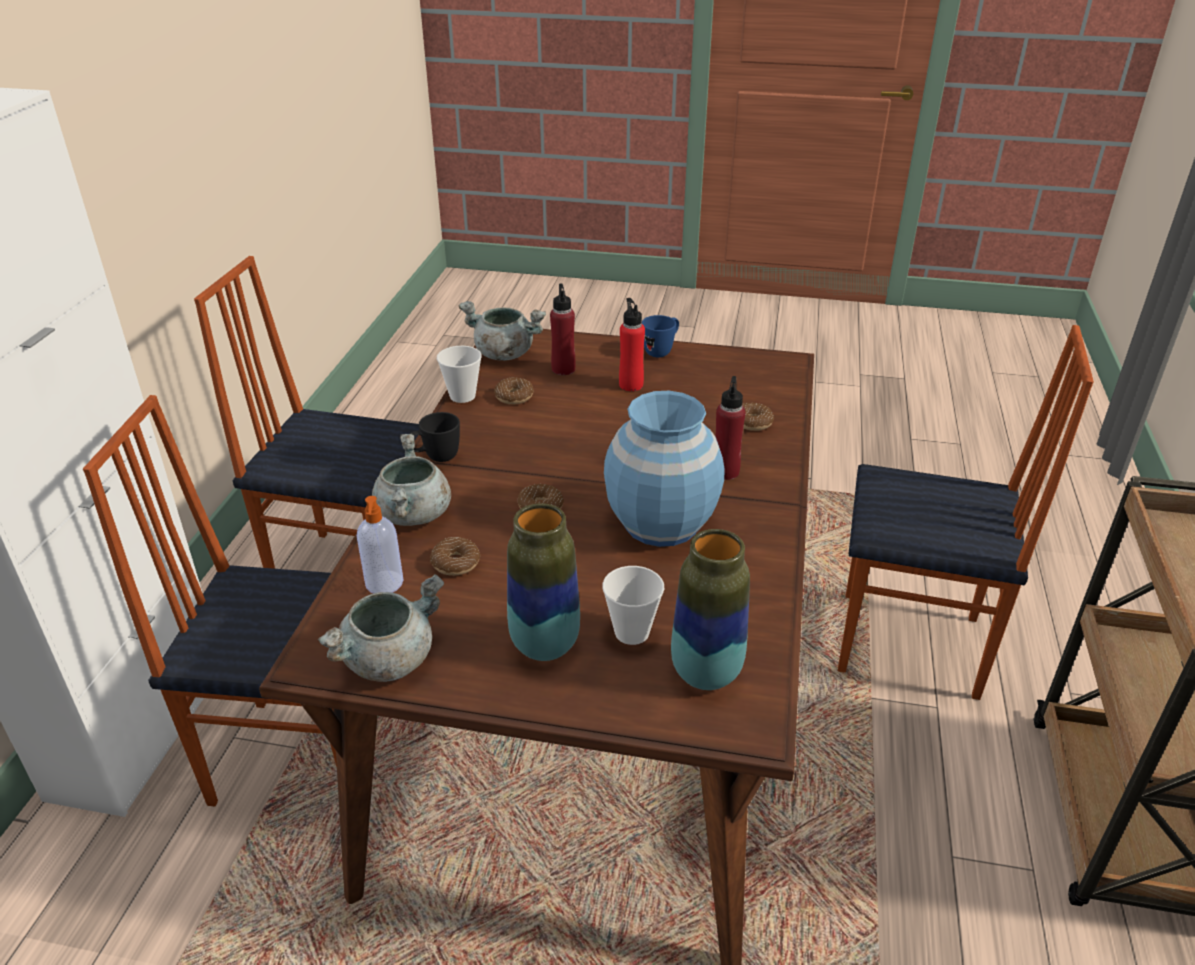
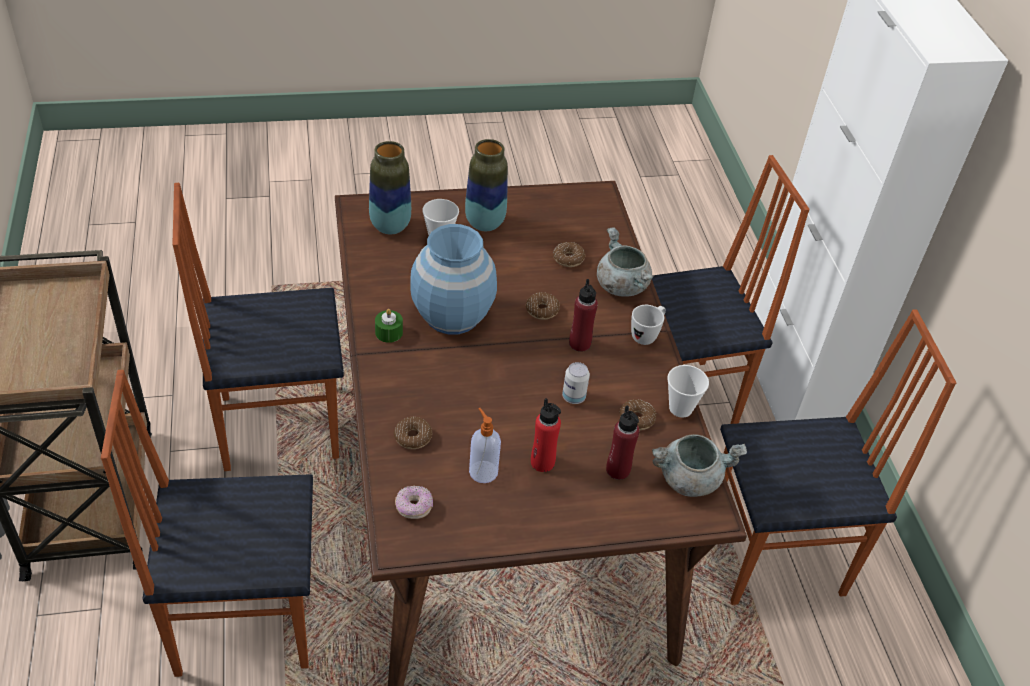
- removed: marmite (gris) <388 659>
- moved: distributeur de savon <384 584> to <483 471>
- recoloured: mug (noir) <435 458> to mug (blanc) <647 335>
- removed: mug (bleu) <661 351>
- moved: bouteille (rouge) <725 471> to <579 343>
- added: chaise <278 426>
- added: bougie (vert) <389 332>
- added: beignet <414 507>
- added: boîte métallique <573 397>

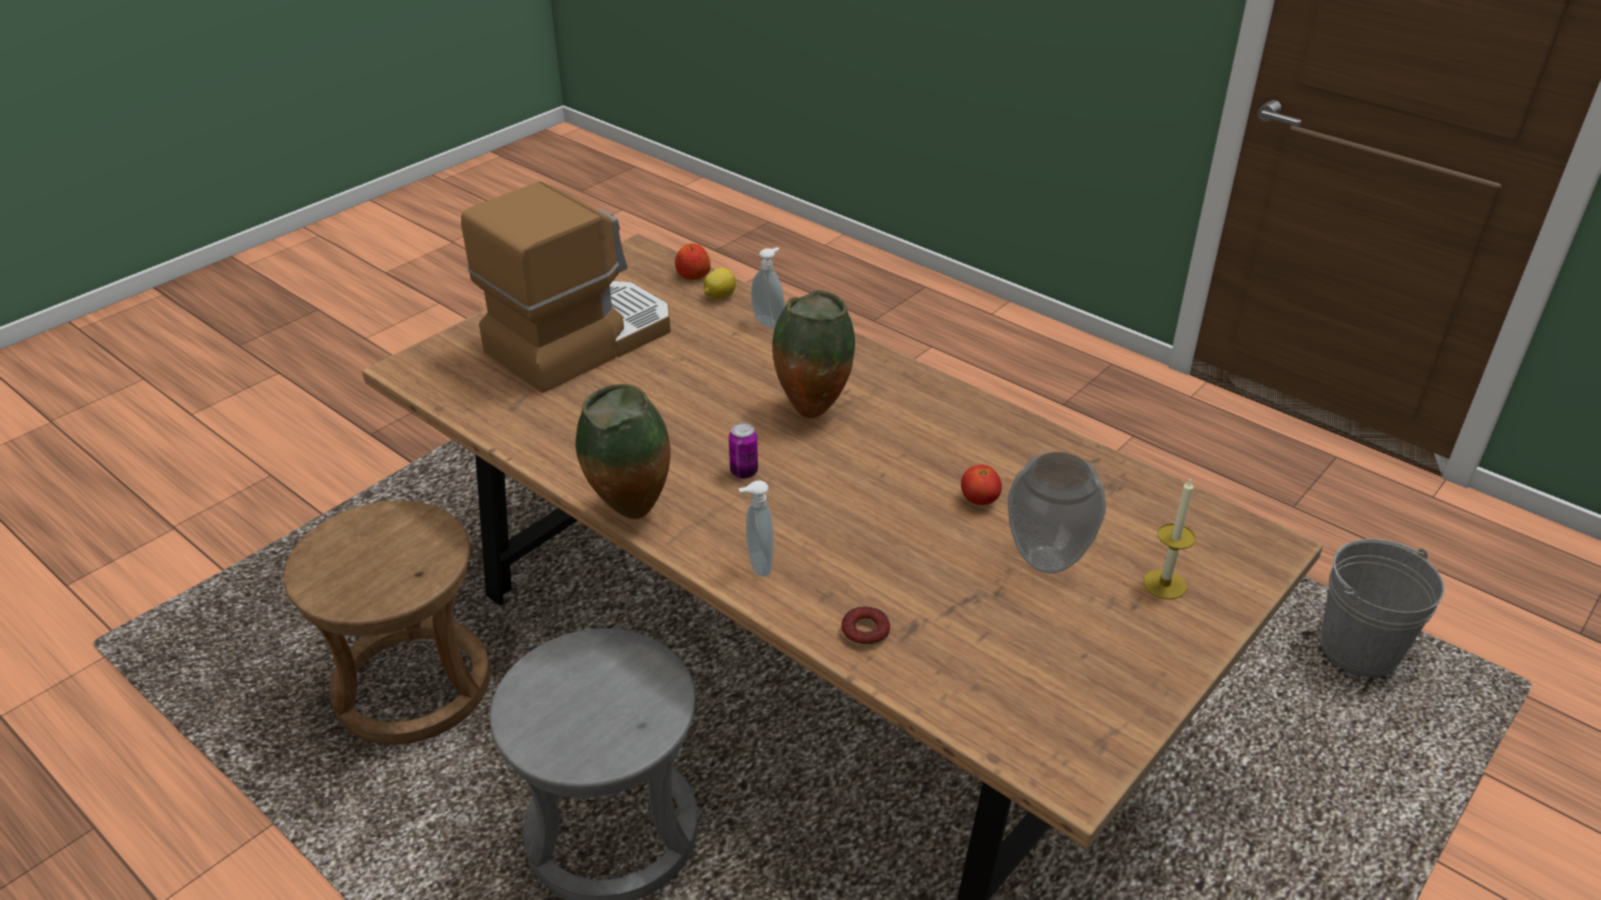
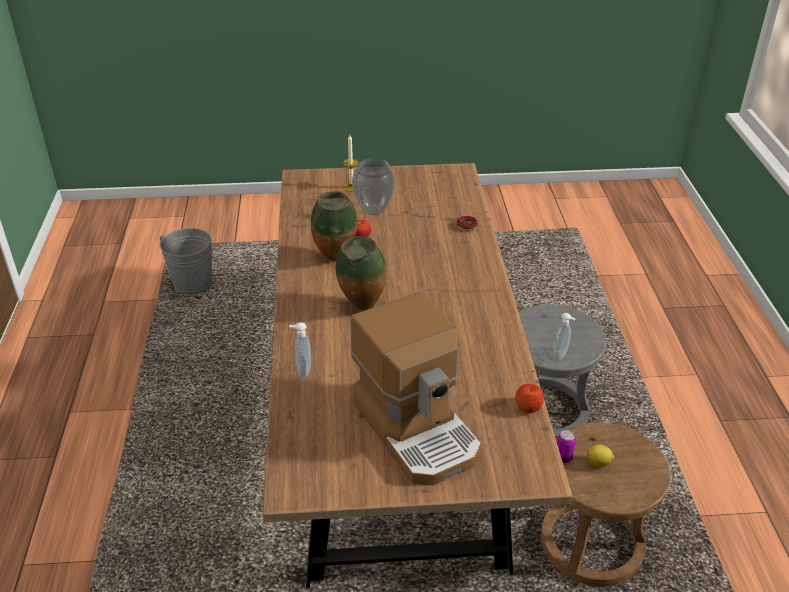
- turned: machine à café <579 340> = <418 429> 120 degrees counterclockwise
- moved: vase <630 514> to <336 258>
- moved: pomme <693 275> to <528 406>
- moved: citron <719 296> to <599 463>
- moved: boîte métallique <744 472> to <563 458>
- moved: distributeur de savon <757 565> to <561 355>

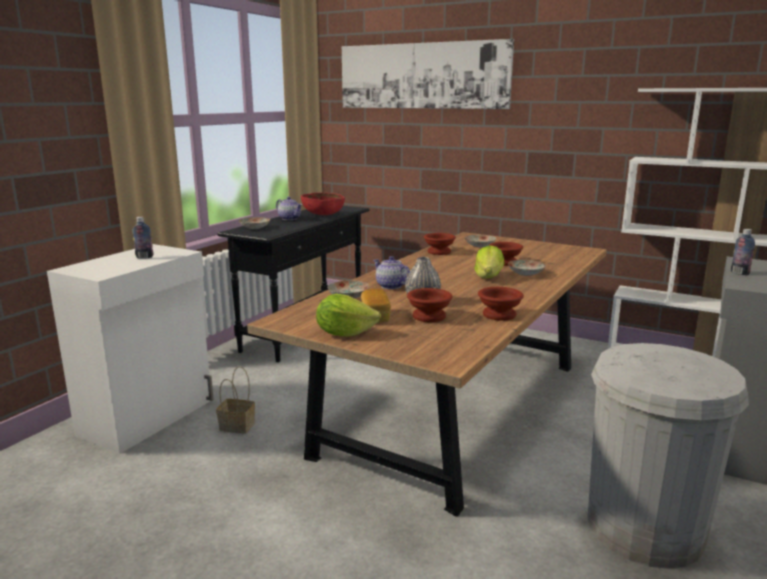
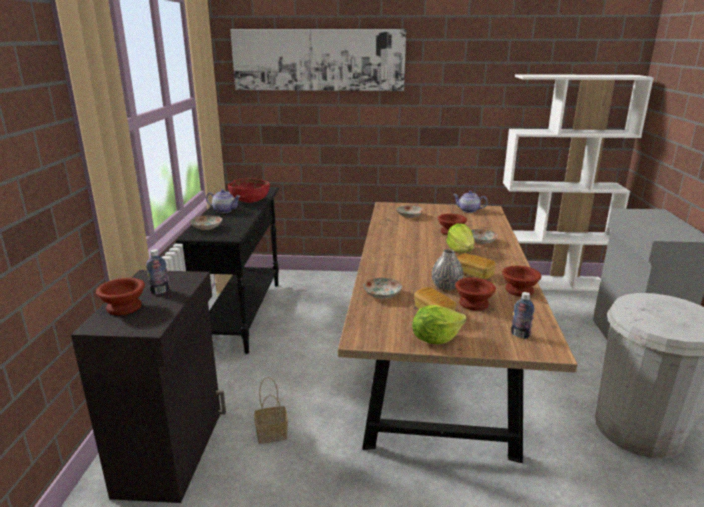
- recoloured: meuble de rangement (blanc) <149 417> to meuble de rangement (noir) <173 450>
- moved: théière <390 286> to <468 210>
- moved: bol (marron) <438 252> to <123 308>
- moved: bouteille <739 273> to <520 335>
- added: pain <474 274>

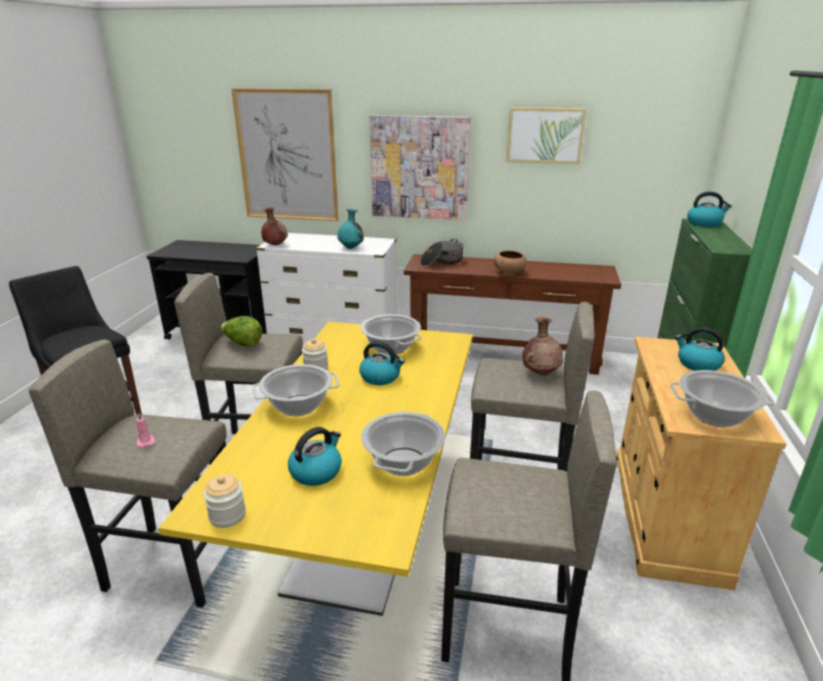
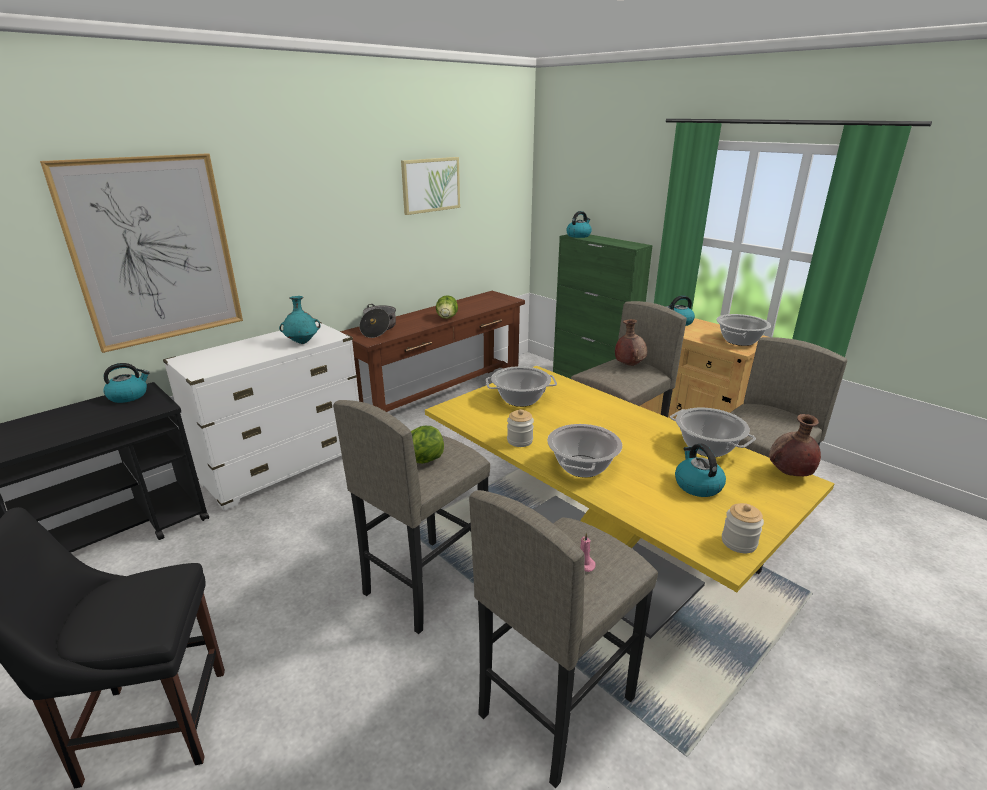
- moved: vase (marron) <275 245> to <789 474>
- moved: bouilloire <381 377> to <129 396>
- removed: tableau <420 168>
- replaced: bol (marron) <509 272> to laitue <447 318>

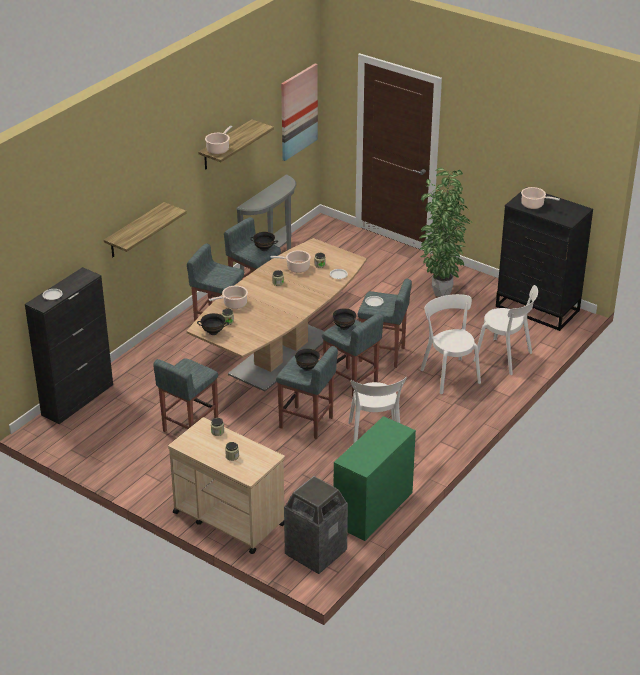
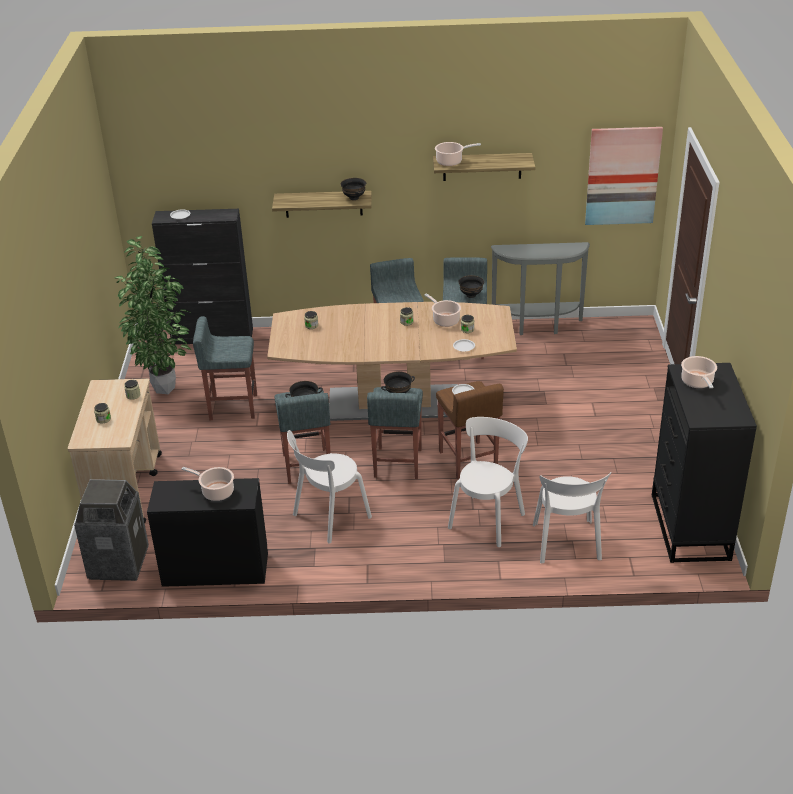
- moved: bol (noir) <213 332> to <354 198>
- moved: marmite <233 304> to <216 492>
- recoloured: commode (vert) <372 509> to commode (noir) <215 568>
- recoloured: tabouret (gris) <382 355> to tabouret (marron) <468 460>
- moved: plante en pot <440 291> to <166 387>

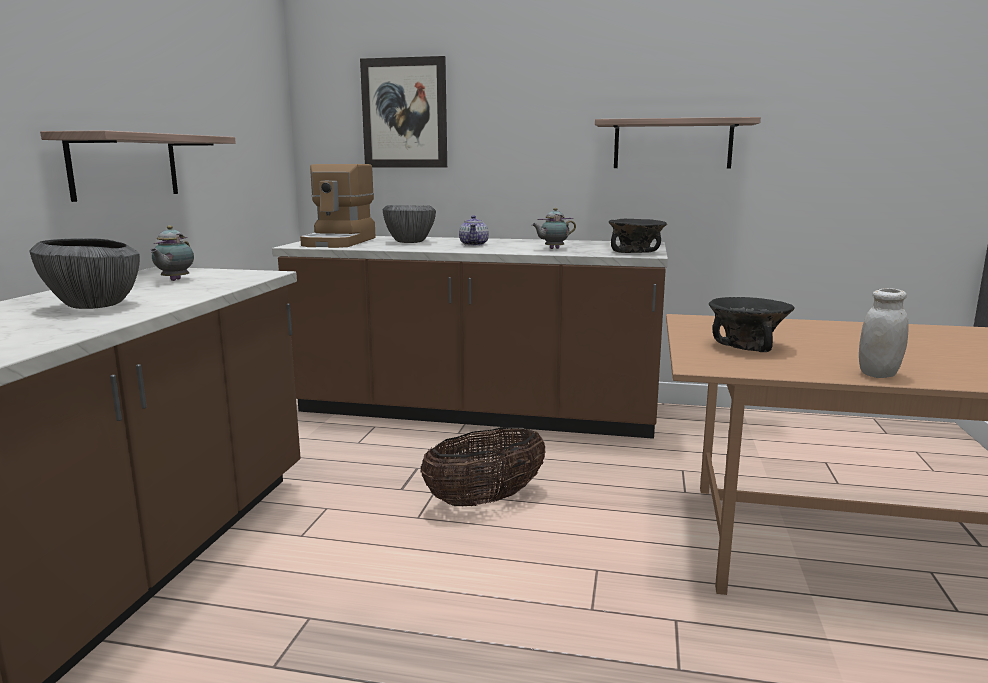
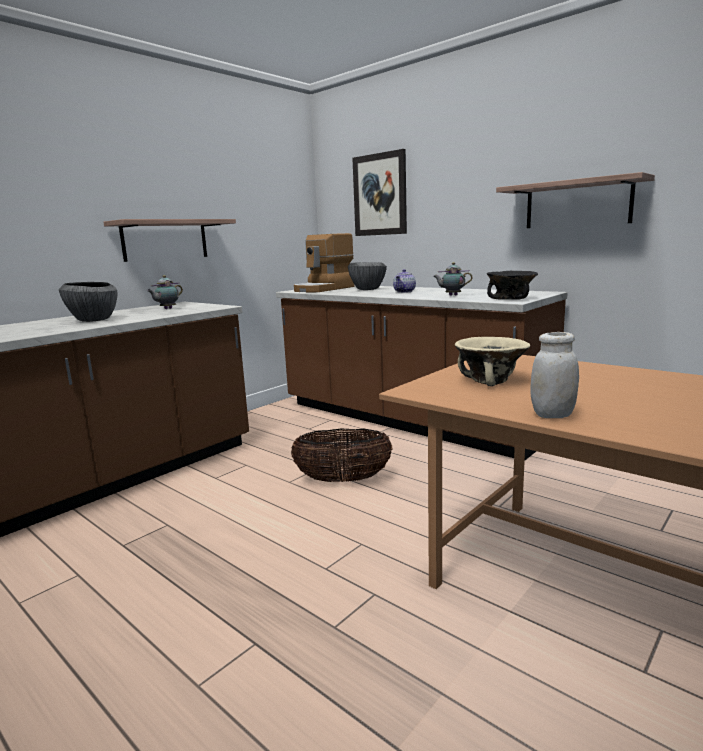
- recoloured: bol (noir) <747 346> to bol (beige) <491 380>

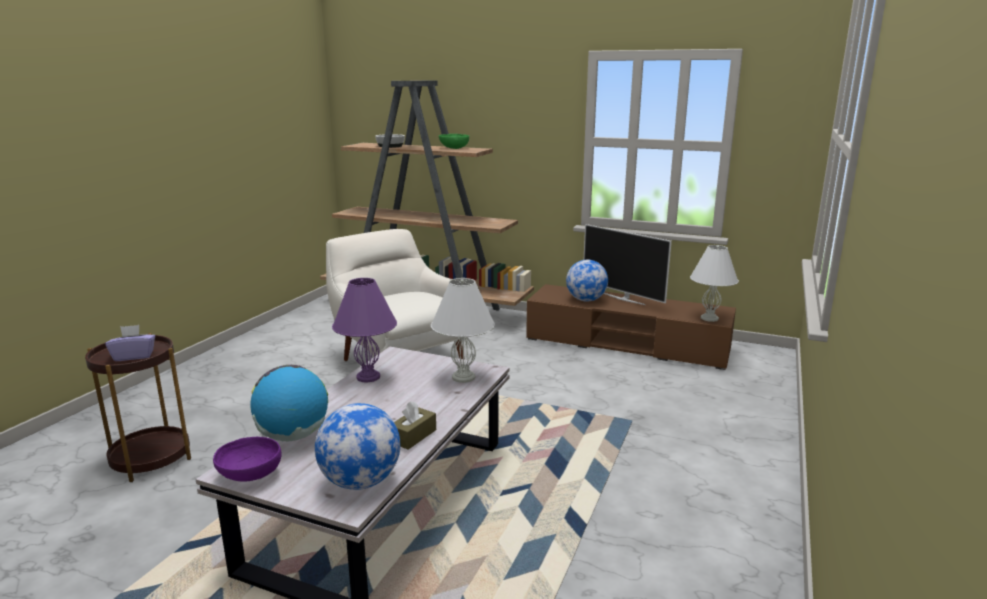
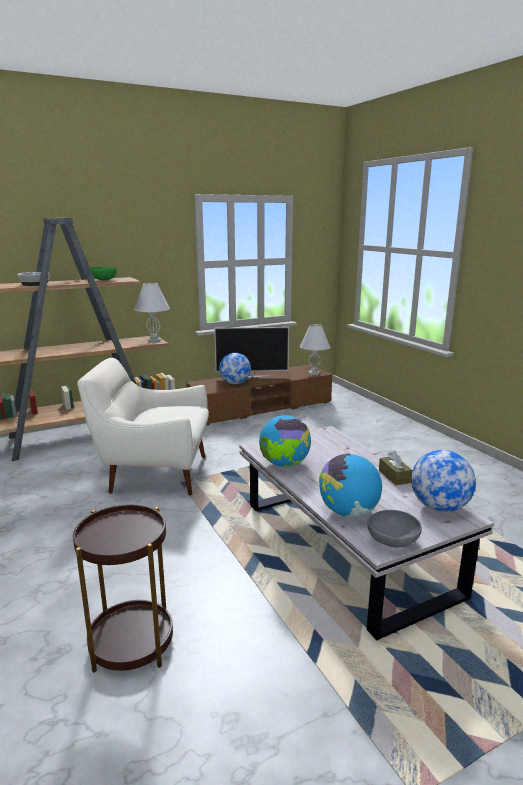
- removed: boîte à mouchoirs (violet) <134 356>
- recoloured: bol (violet) <249 475> to bol (gris) <393 542>
- replaced: lampe de table (violet) <369 377> to globe <284 465>
- moved: lampe de table (blanc) <464 377> to <154 340>

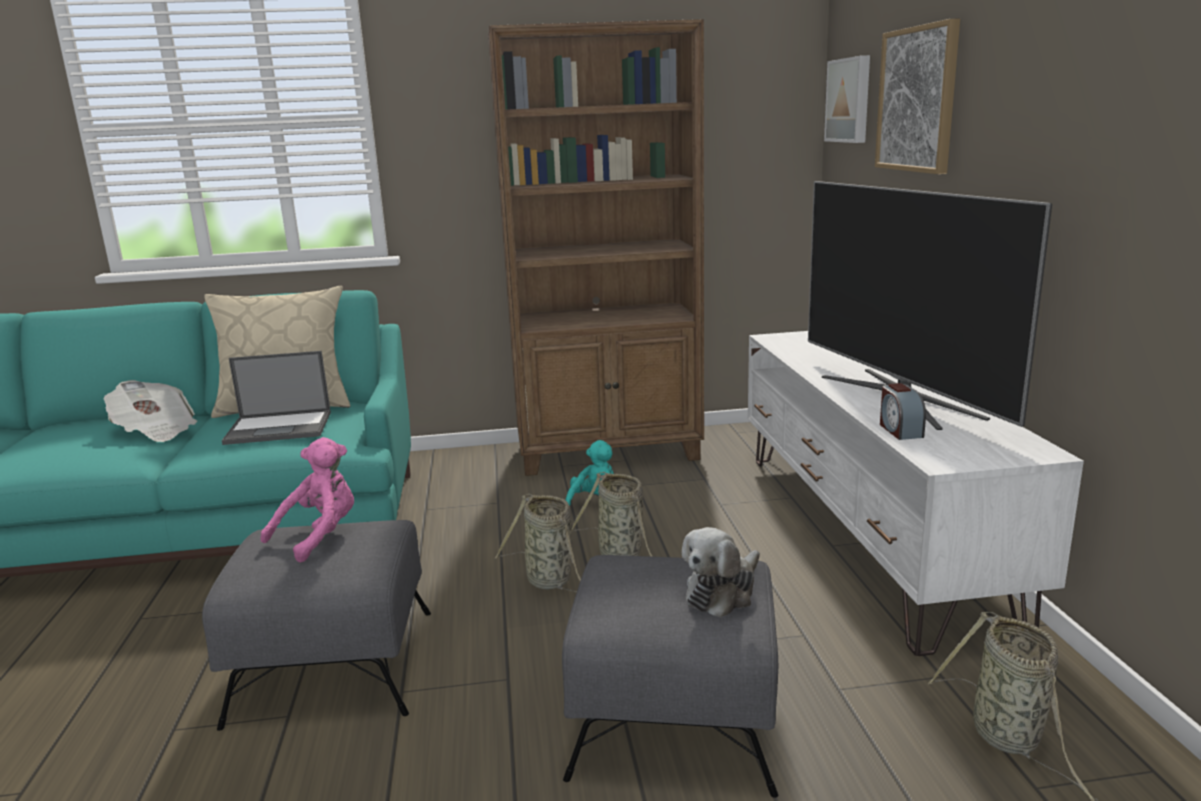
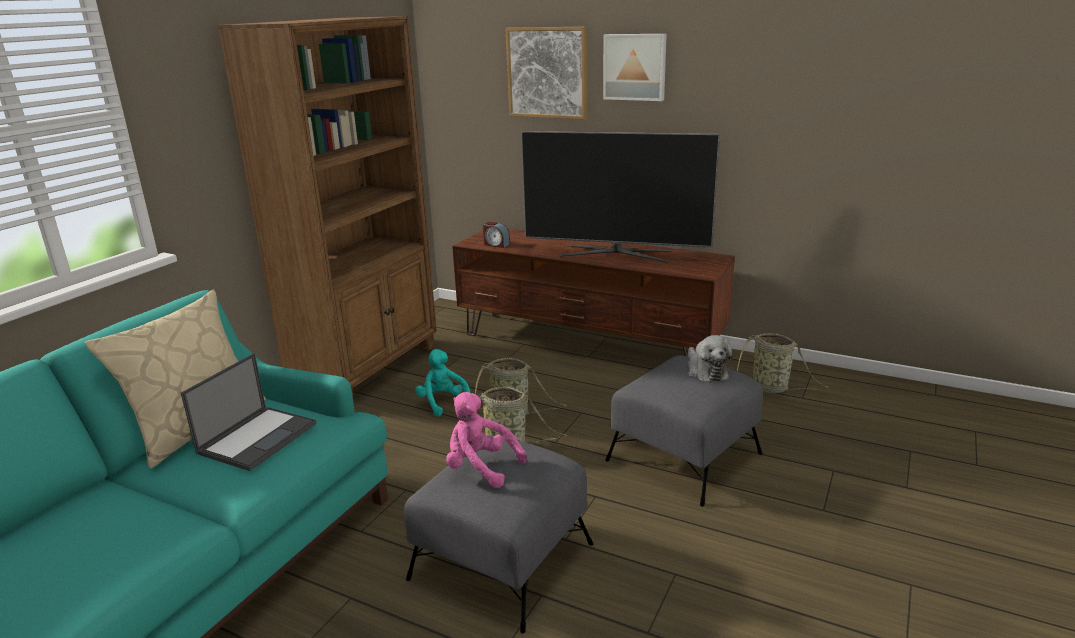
- removed: journal <155 431>
- turned: peluche (rose) <320 536> = <480 467> 45 degrees counterclockwise
- recoloured: meuble télé (blanc) <867 533> to meuble télé (marron) <589 343>
- moved: tableau <850 100> to <635 67>
- moved: réveil <900 430> to <496 244>

